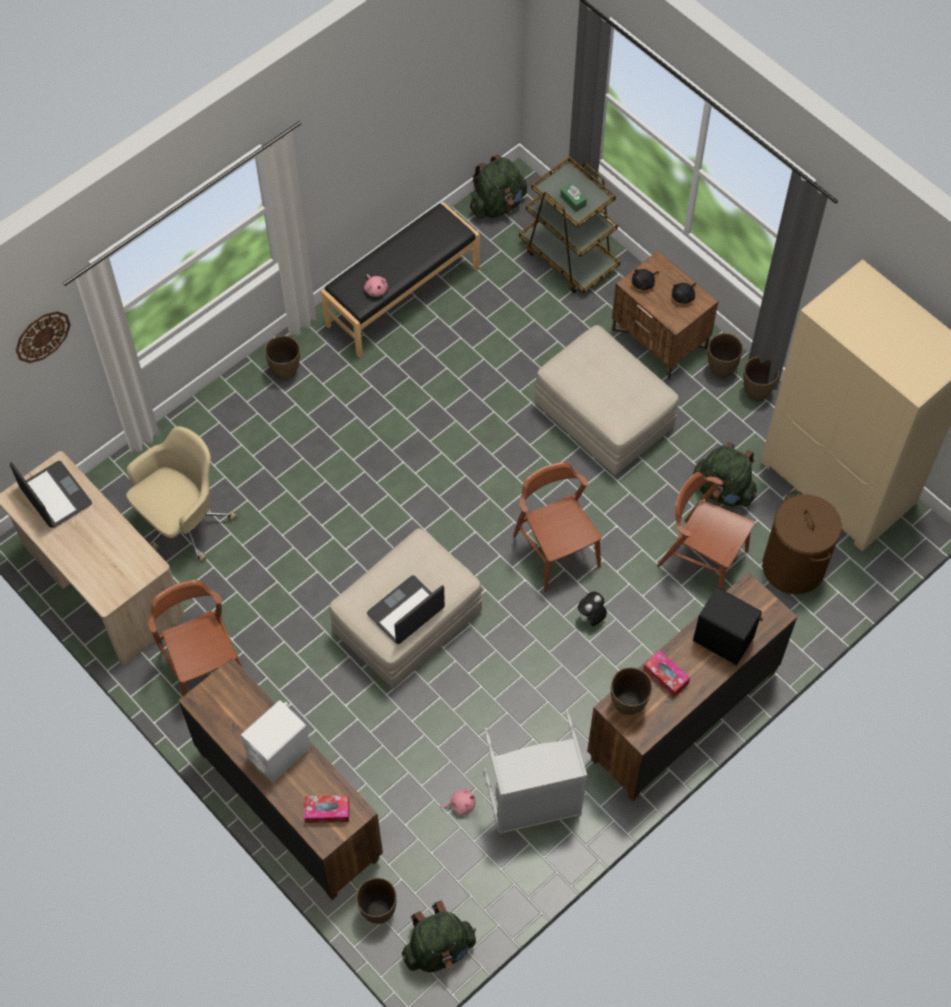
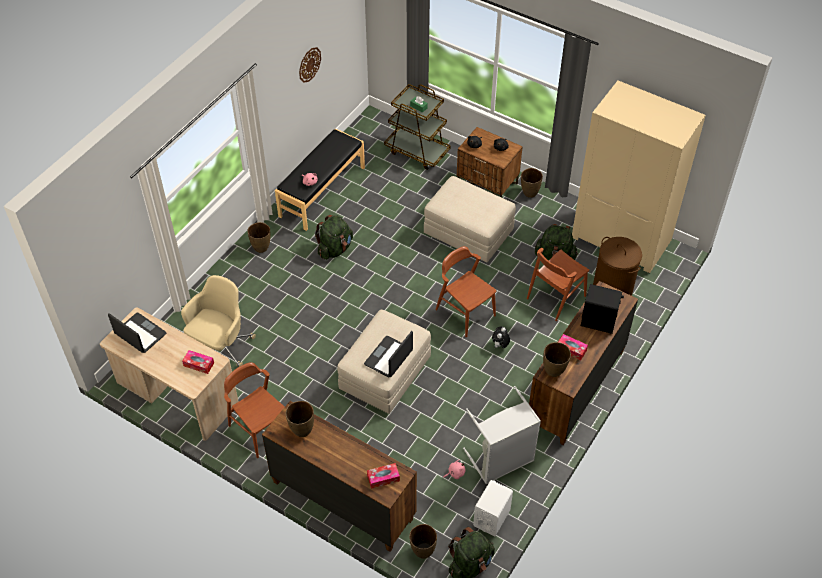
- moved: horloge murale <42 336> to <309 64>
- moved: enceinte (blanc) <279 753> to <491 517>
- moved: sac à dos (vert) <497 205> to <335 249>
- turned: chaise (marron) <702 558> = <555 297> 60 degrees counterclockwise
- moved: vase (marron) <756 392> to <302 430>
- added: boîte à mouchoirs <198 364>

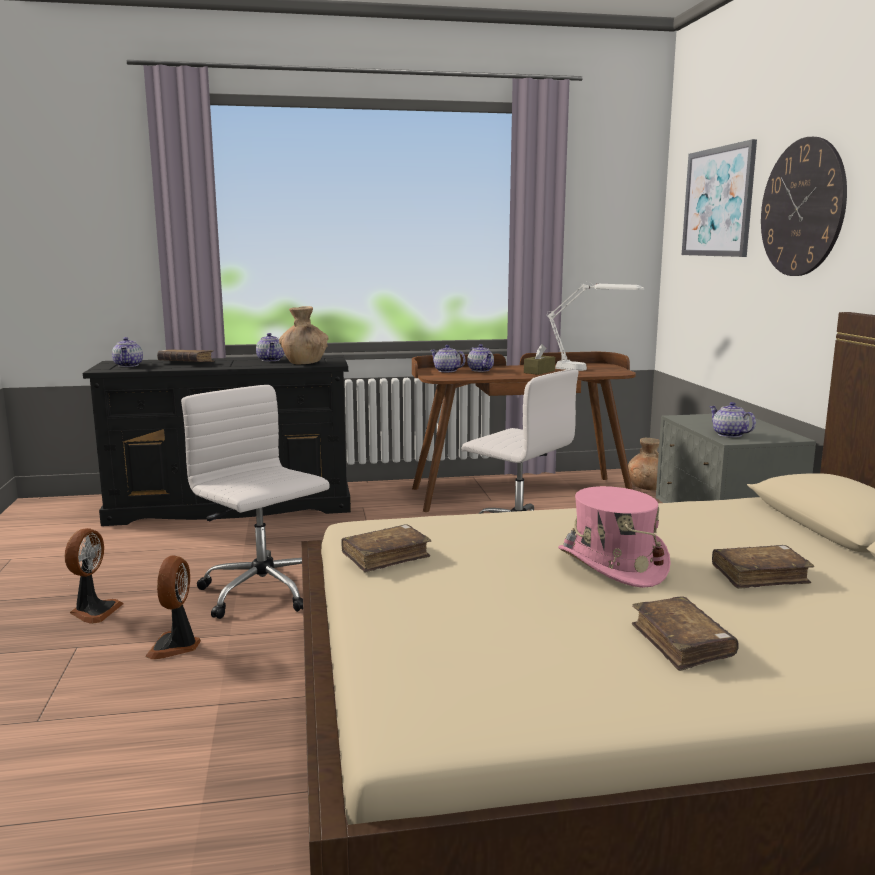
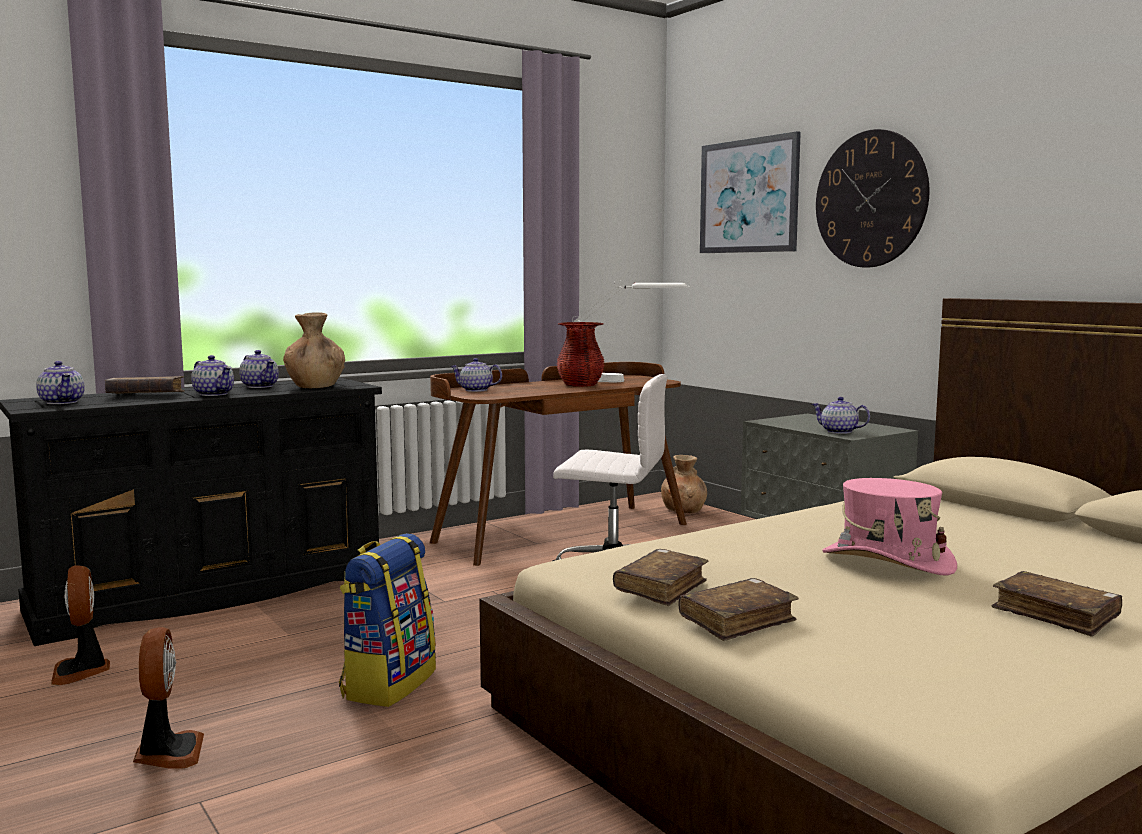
- moved: ventilateur <176 646> to <81 671>
- replaced: chaise de bureau (blanc) <264 592> to sac à dos <388 683>
- moved: théière <481 370> to <214 394>
- replaced: boîte à mouchoirs (marron) <539 371> to vase (rouge) <580 385>
- moved: livre (marron) <759 576> to <737 621>

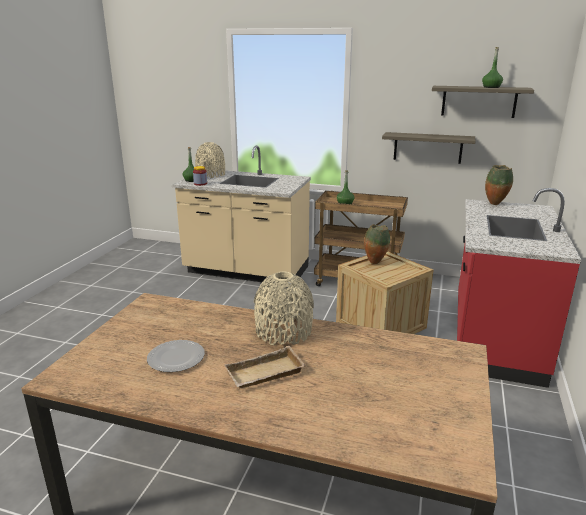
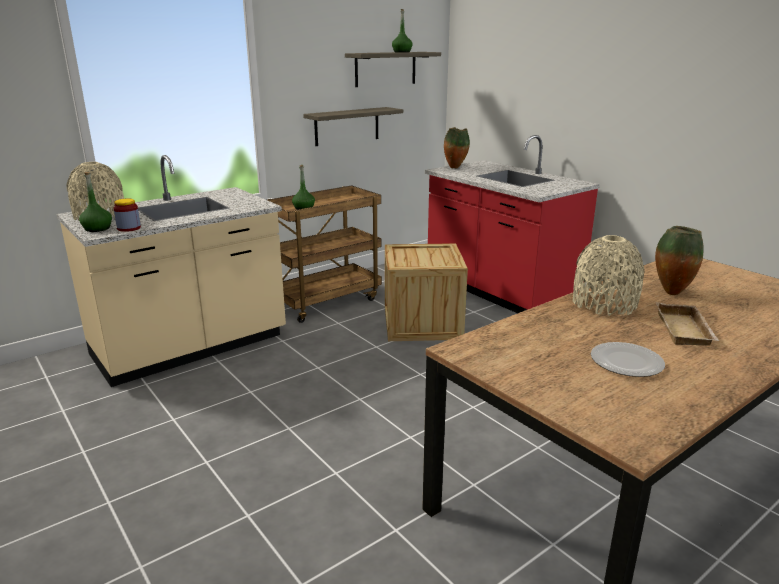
- moved: vase <375 262> to <670 292>

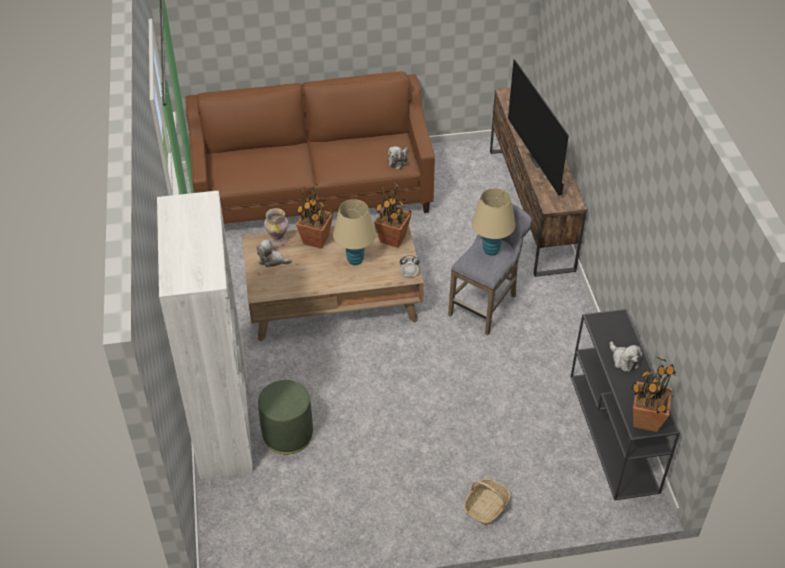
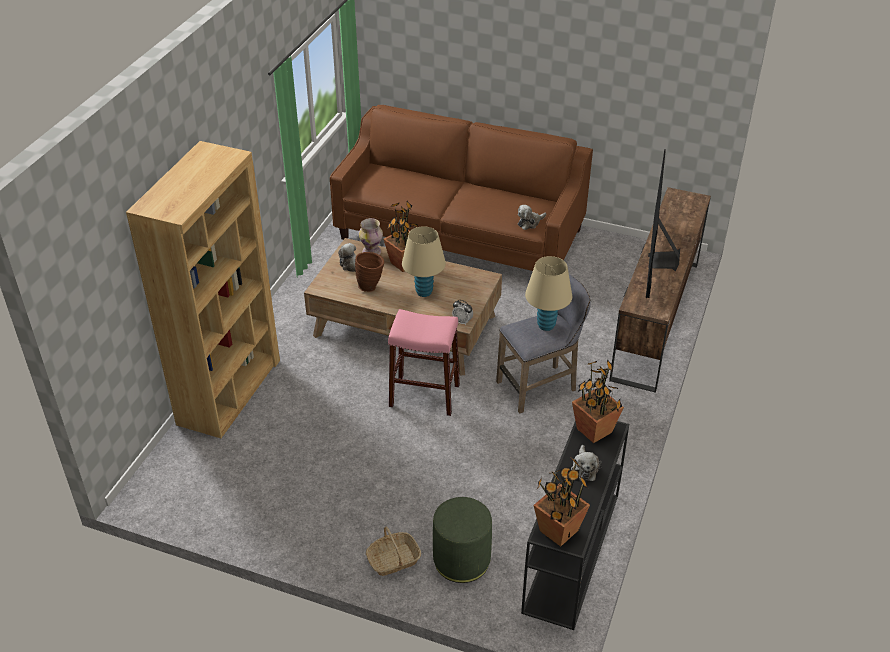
- recoloured: bibliothèque (blanc) <224 425> to bibliothèque (marron) <229 391>
- moved: pouf (vert) <288 434> to <462 560>
- moved: plante en pot <393 239> to <594 431>
- added: vase (marron) <371 286>
- added: tabouret (rose) <424 395>

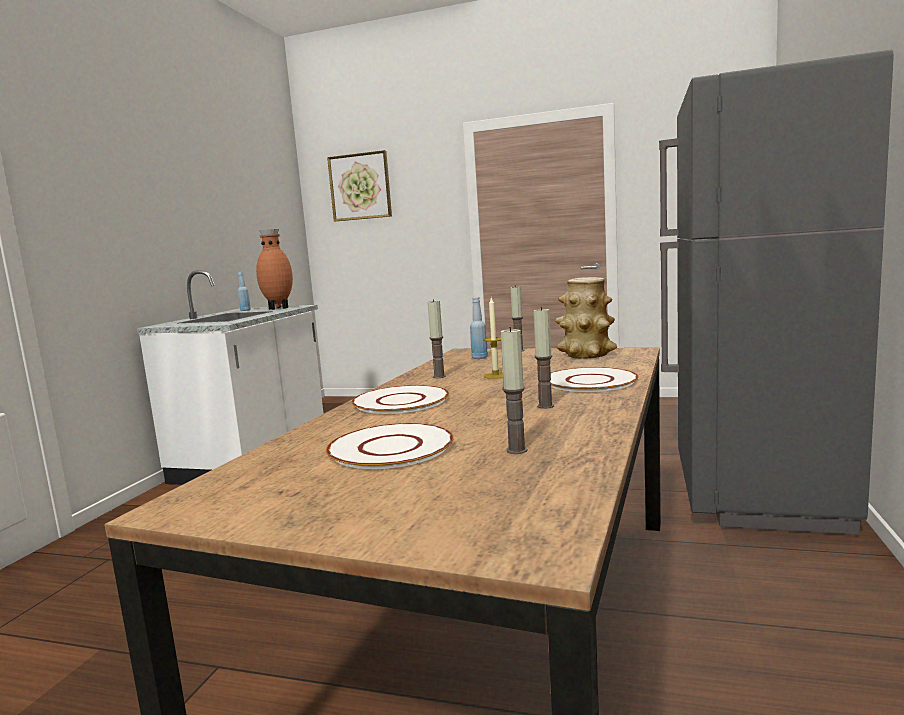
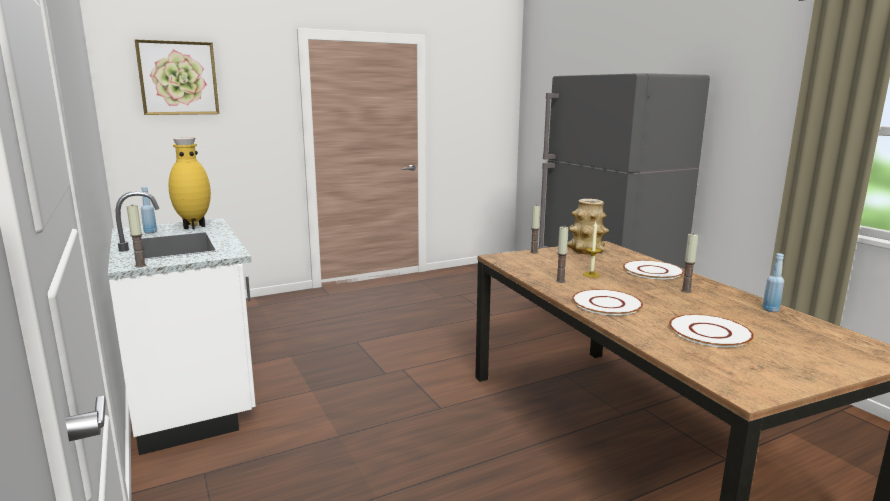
- recoloured: vase (marron) <278 308> to vase (jaune) <193 226>
- moved: bouteille (bleu) <479 358> to <770 310>
- moved: bougie <517 450> to <140 265>

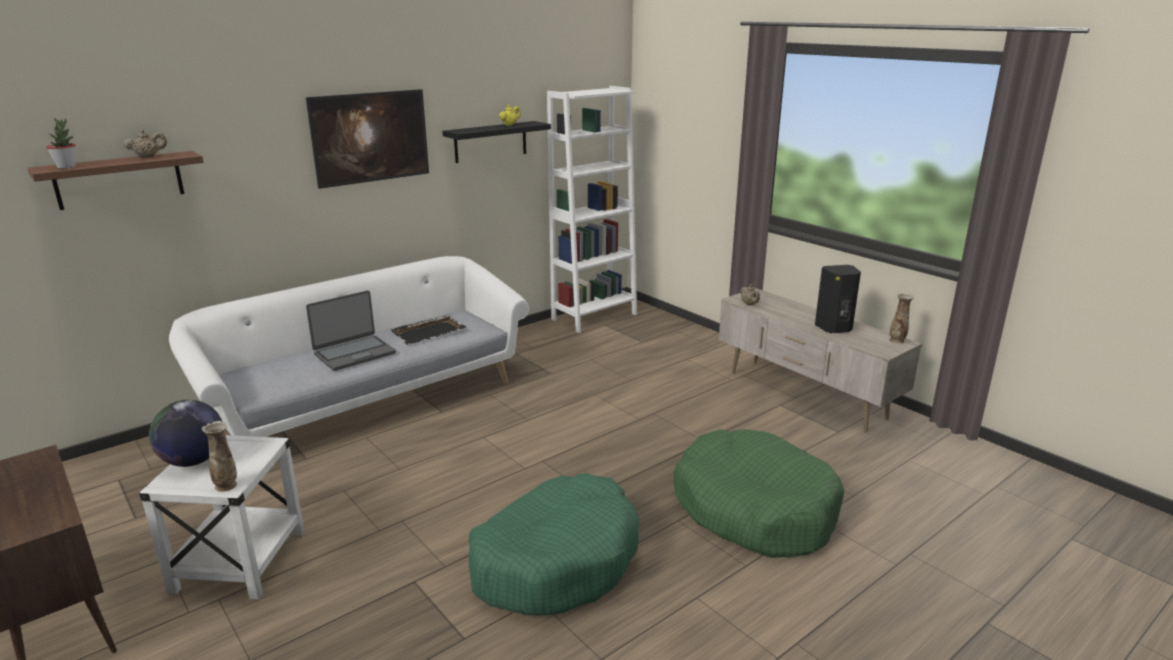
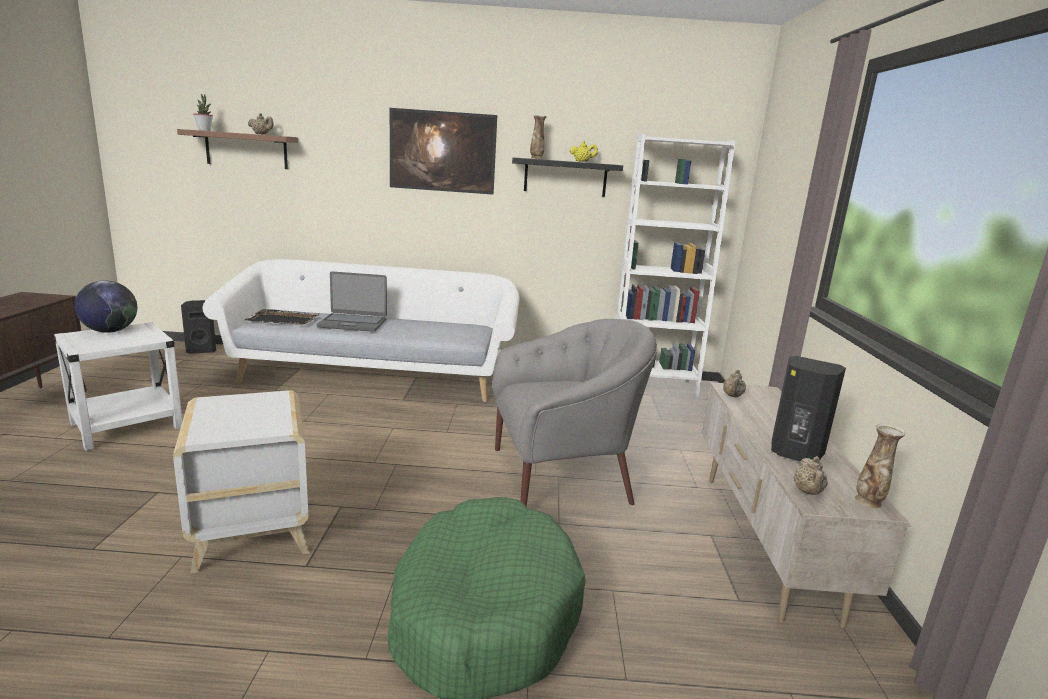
- moved: vase <226 486> to <536 158>
- moved: plateau (noir) <429 332> to <284 320>
- replaced: panier pour chien (vert) <555 560> to table d'appoint (blanc) <250 538>
- added: enceinte (noir) <202 350>
- added: fauteuil (gris) <561 476>
- added: théière (beige) <808 492>

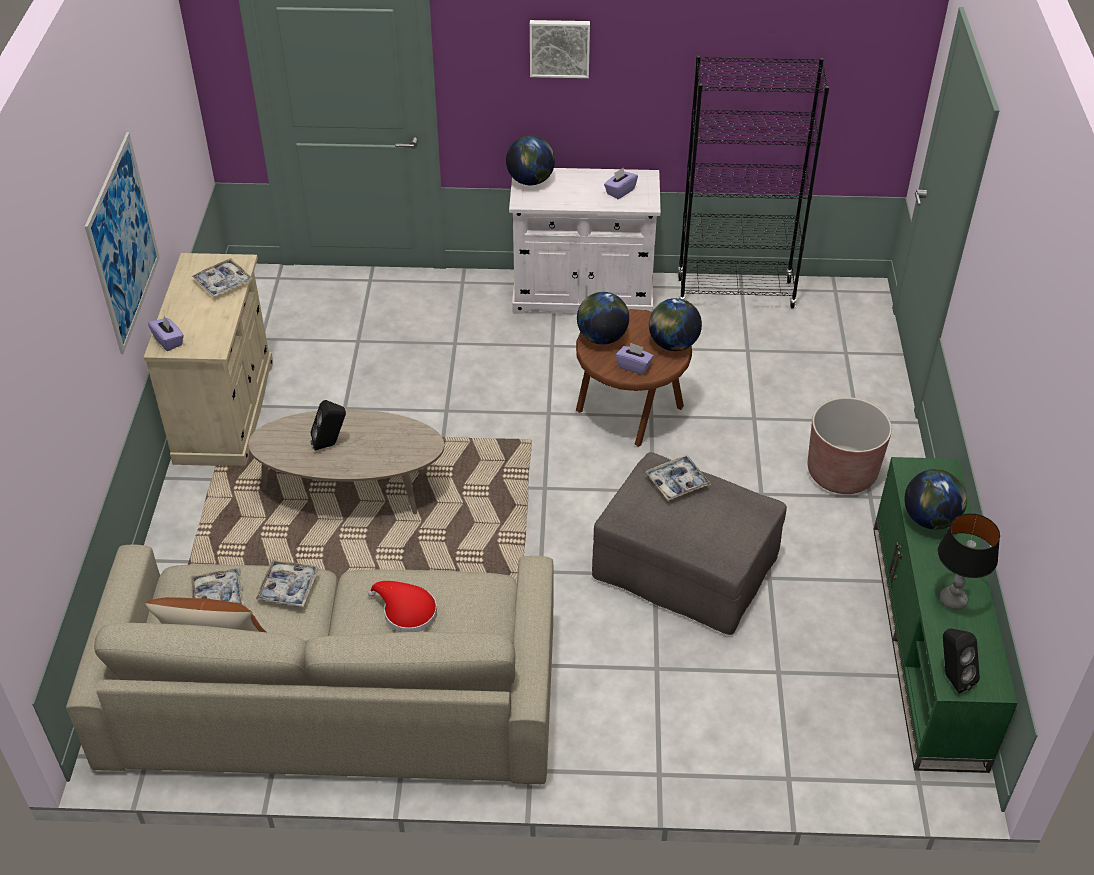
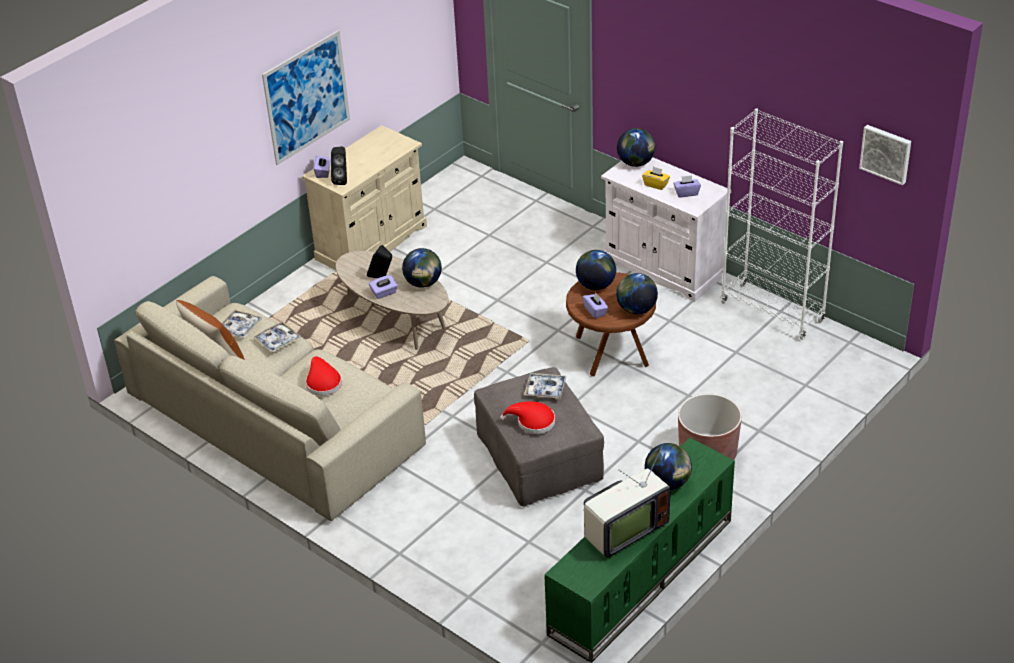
- removed: plateau <223 282>
- moved: tableau <559 47> to <886 153>
- recoloured: bibliothèque (noir) <735 293> to bibliothèque (blanc) <772 312>
- replaced: lampe de table <952 600> to téléviseur <623 531>
- moved: enceinte (noir) <951 677> to <342 180>
- added: boîte à mouchoirs (violet) <384 293>
- added: globe <423 283>
- added: chapeau (rouge) <532 422>
- added: boîte à mouchoirs (jaune) <656 184>

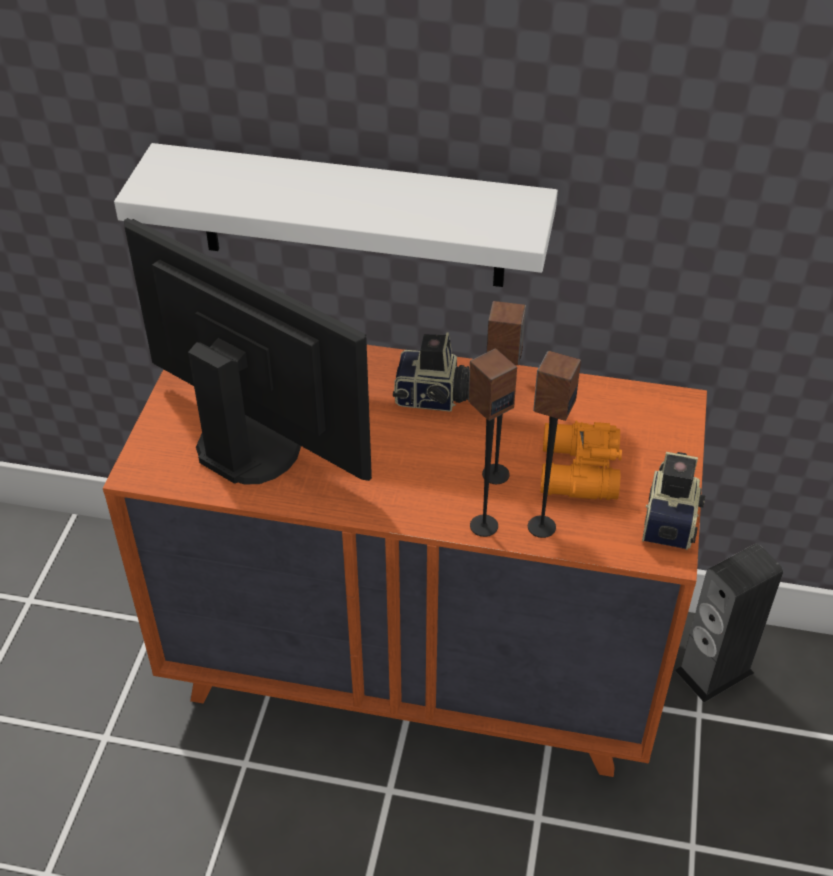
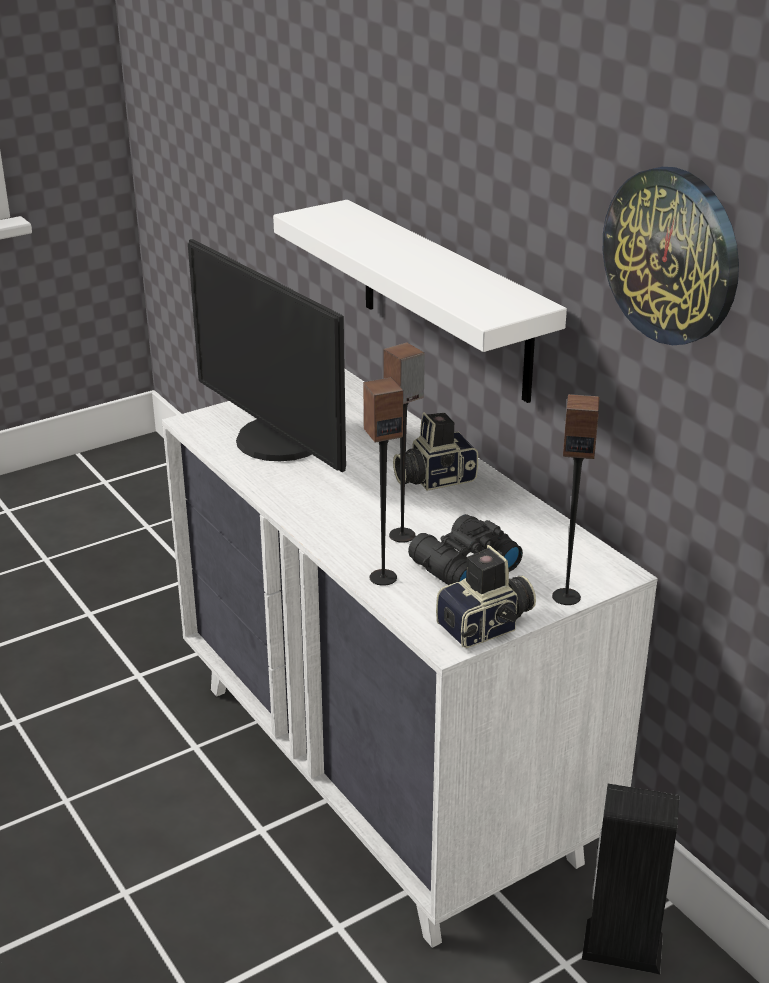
- recoloured: commode (orange) <418 663> to commode (blanc) <385 771>
- turned: écran d'ordinateur <252 443> = <277 441> 150 degrees clockwise
- turned: appareil photo <436 398> = <433 478> 105 degrees clockwise
- moved: enceinte <483 525> to <566 596>
- recoloured: jumelles (orange) <576 472> to jumelles (noir) <461 565>
- added: horloge murale <672 256>

